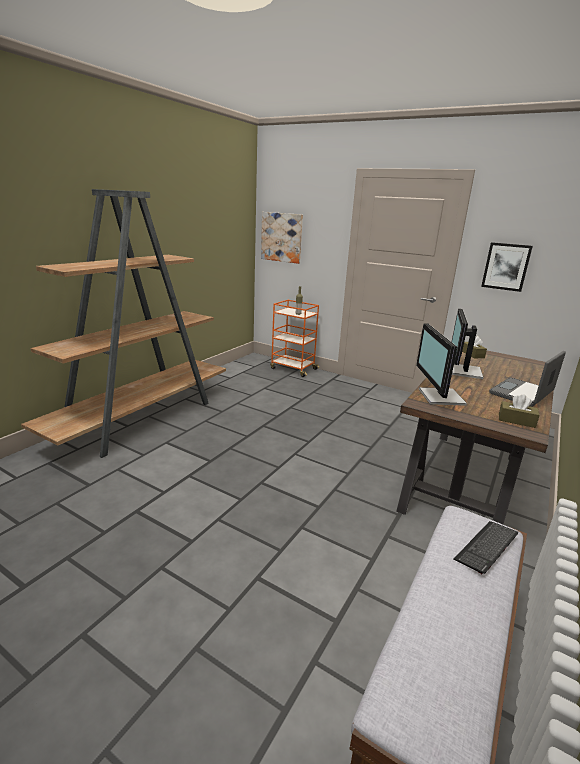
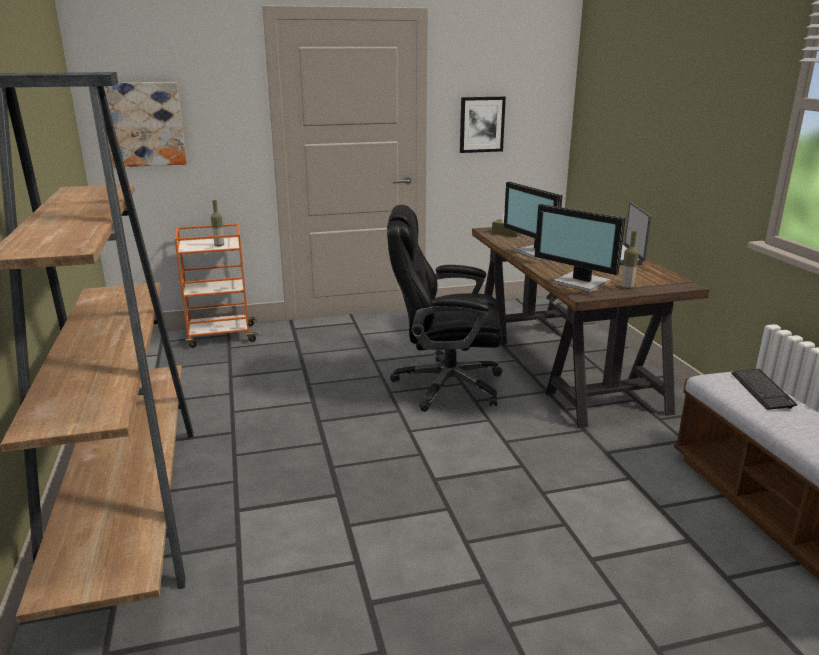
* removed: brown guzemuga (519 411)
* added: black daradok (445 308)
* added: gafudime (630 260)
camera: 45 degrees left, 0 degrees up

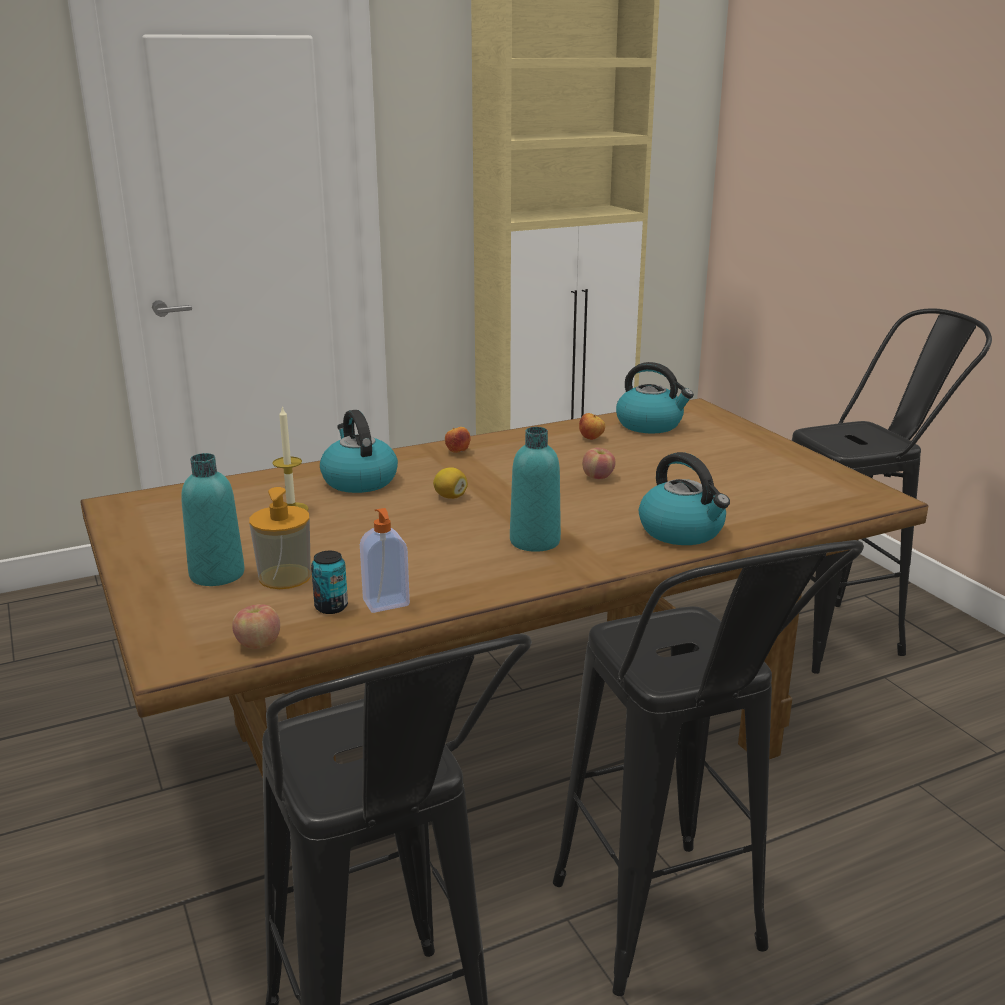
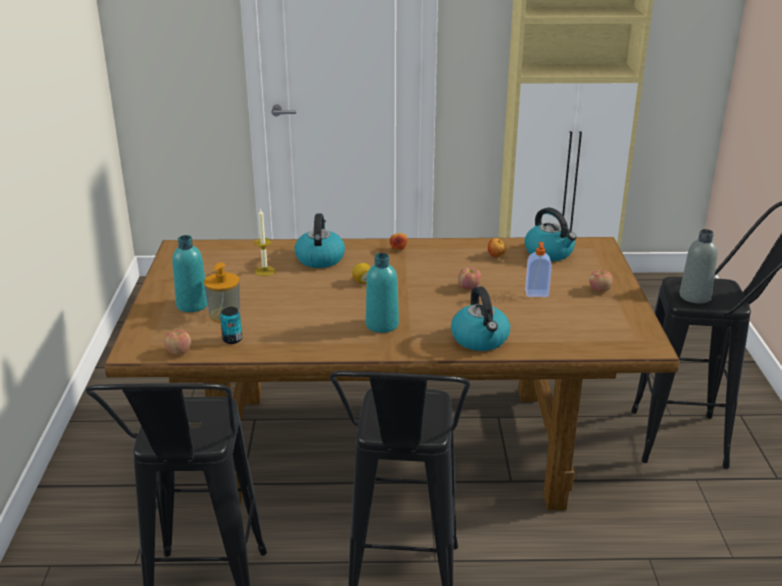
* moved: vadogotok (385 560) to (538 269)
* added: grey gafudime (699 266)
* added: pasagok (601 281)
camera: 25 degrees right, 5 degrees up

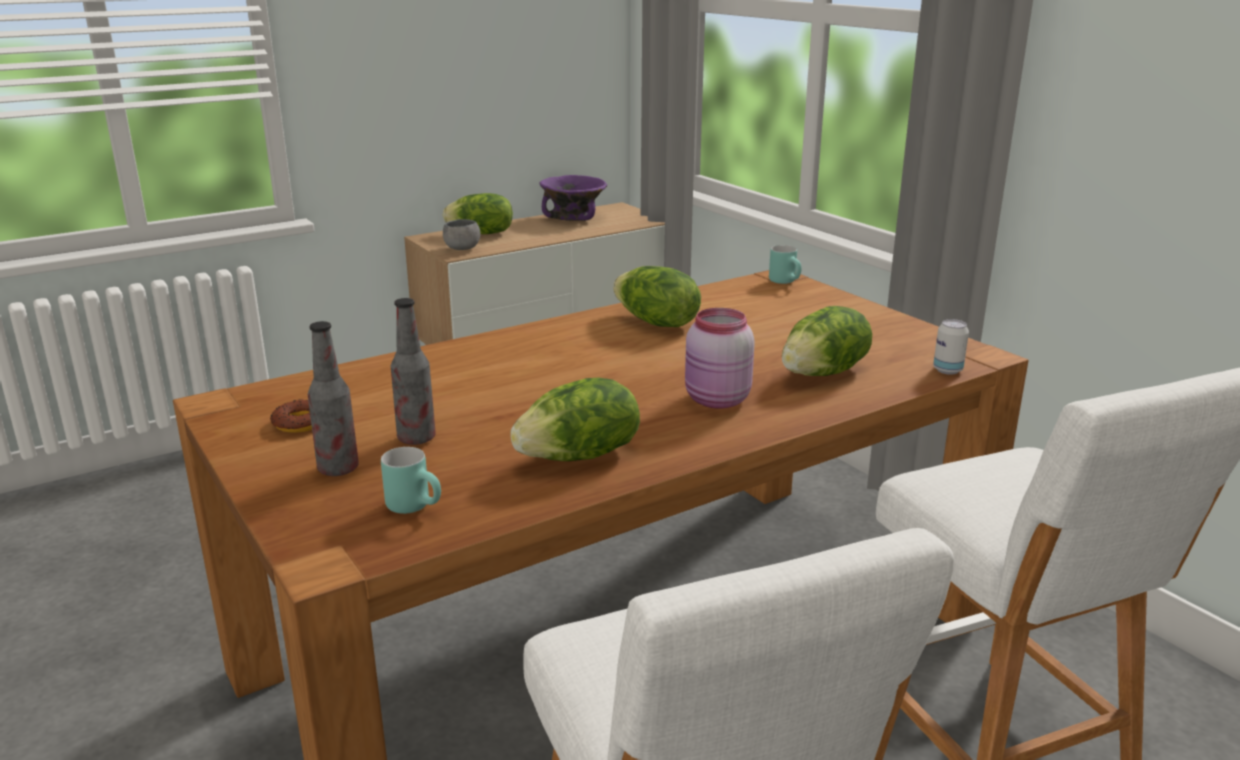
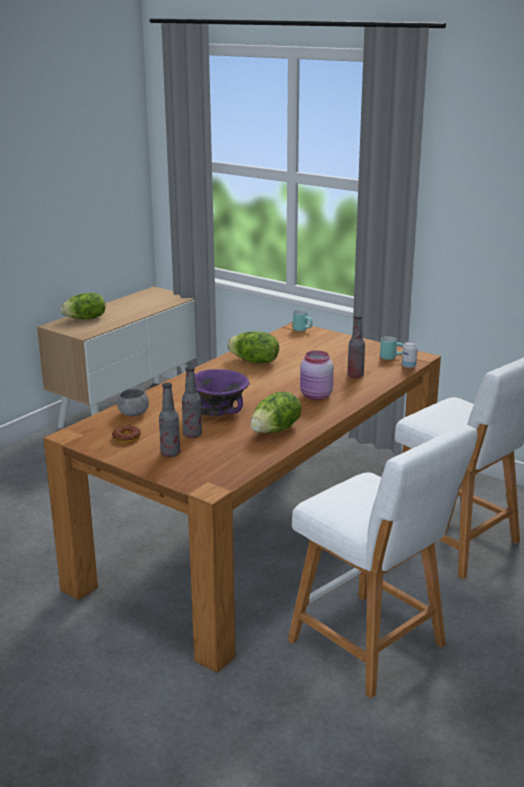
* moved: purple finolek (573 198) to (222 392)
* moved: grey finolek (461 234) to (133 402)
* replaced: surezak (827 341) to gafudime (356 346)
* moved: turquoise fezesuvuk (411 480) to (392 348)
camera: 20 degrees left, 0 degrees up

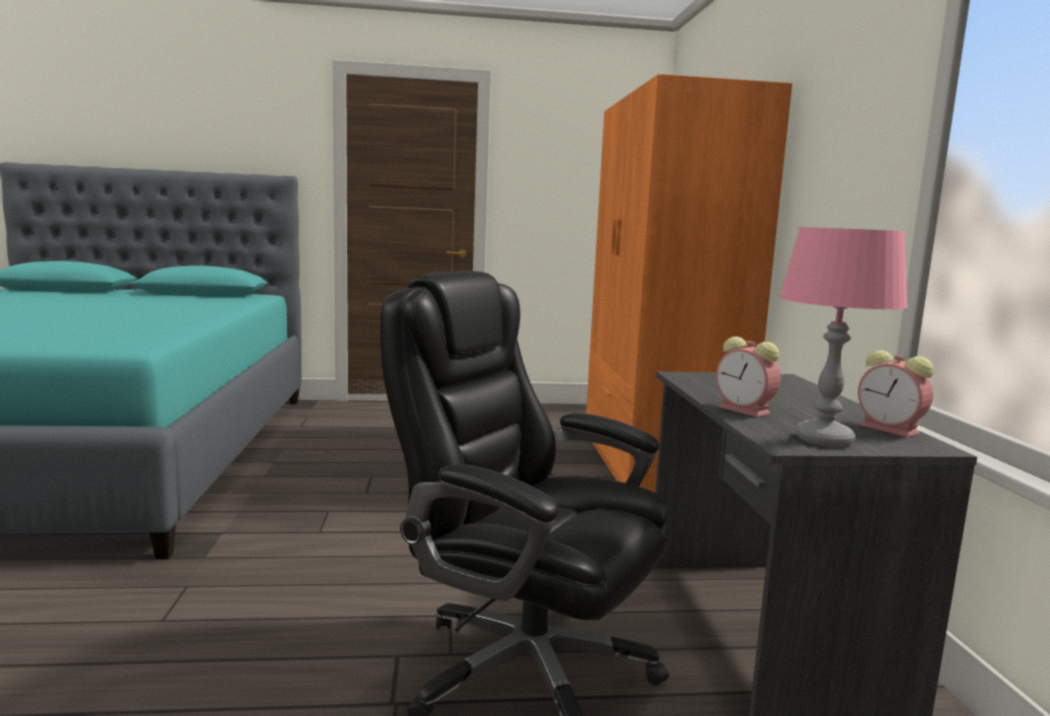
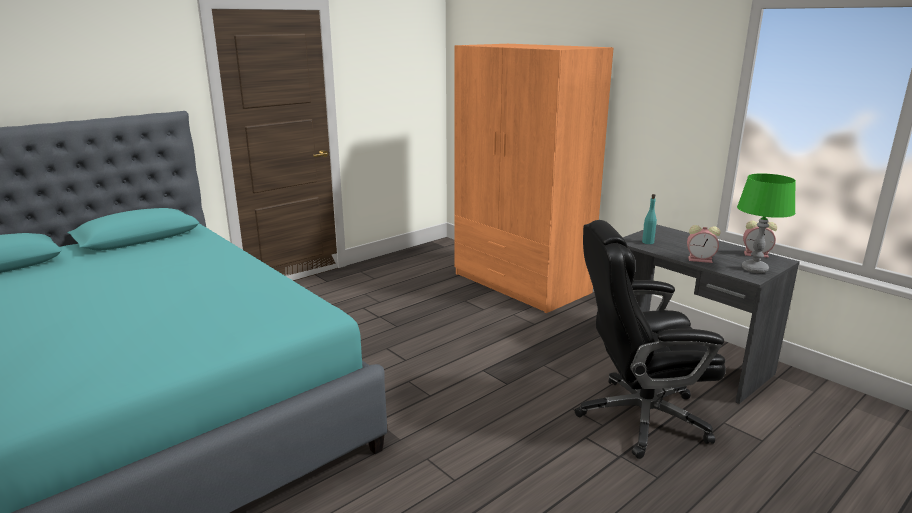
* recoloured: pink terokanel (843 337) to green terokanel (766 223)
* added: turquoise gafudime (649 219)
camera: 35 degrees left, 10 degrees up

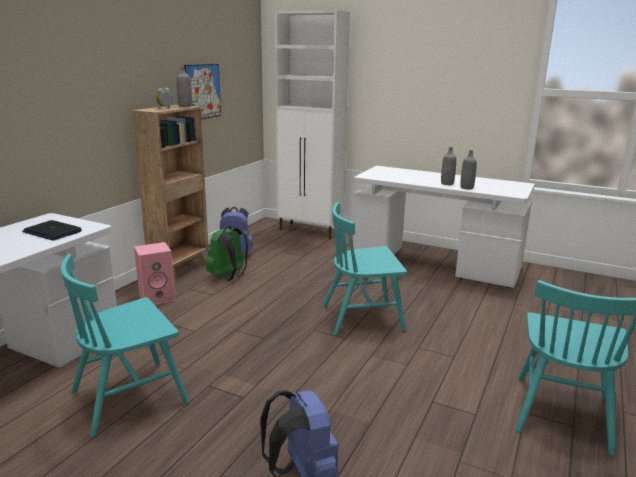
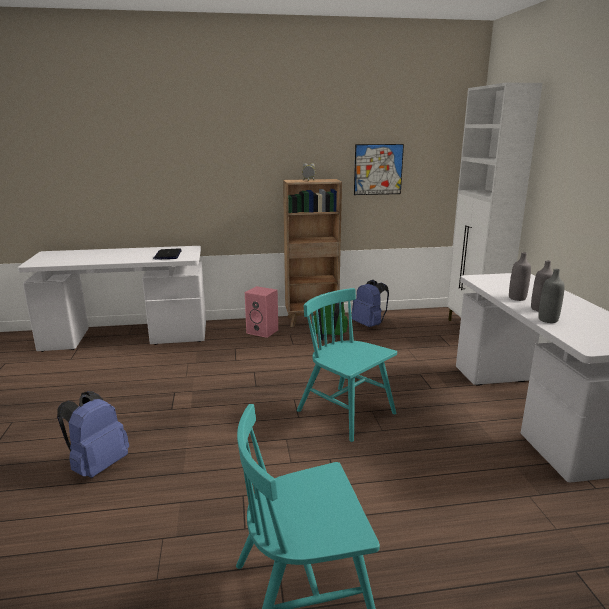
* moved: grey gafudime (184 86) to (520 276)
* removed: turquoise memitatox (125 345)
camera: 55 degrees right, 0 degrees up

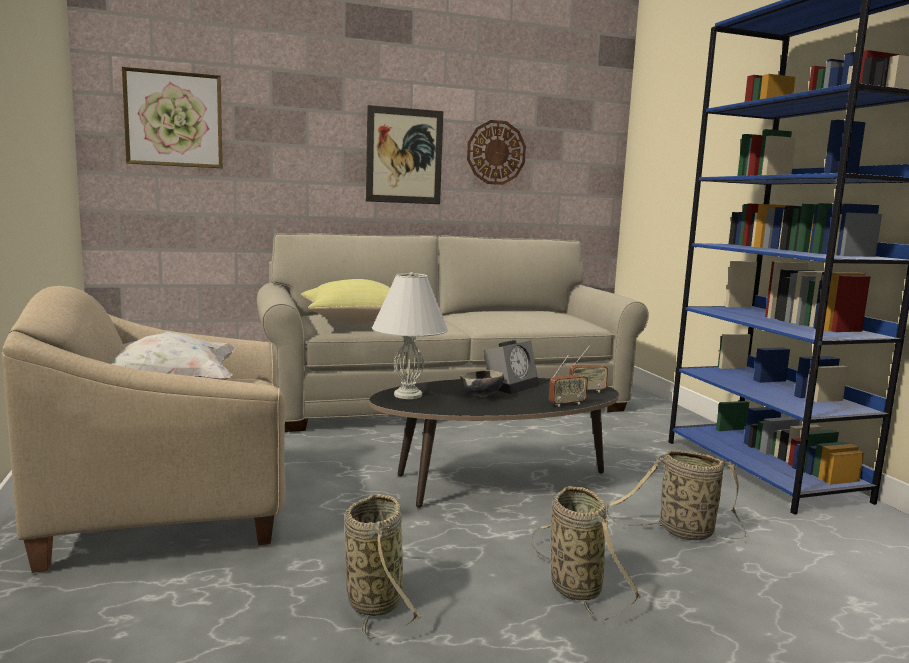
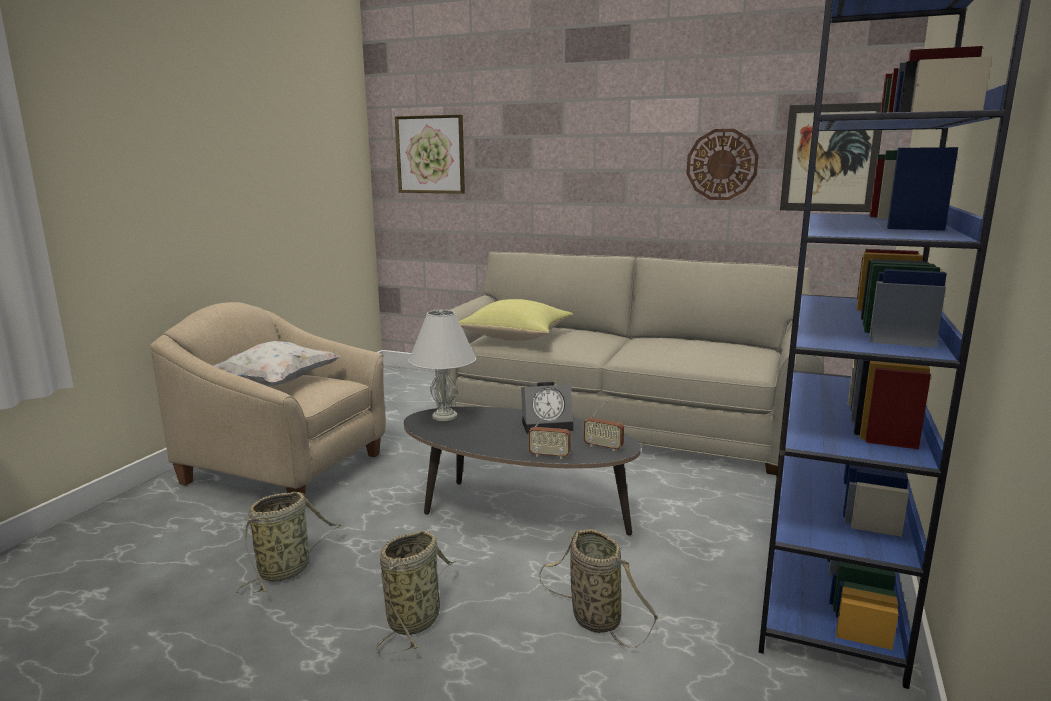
* moved: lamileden (404 154) to (831 157)
* removed: finolek (482 383)
camera: 40 degrees right, 5 degrees up

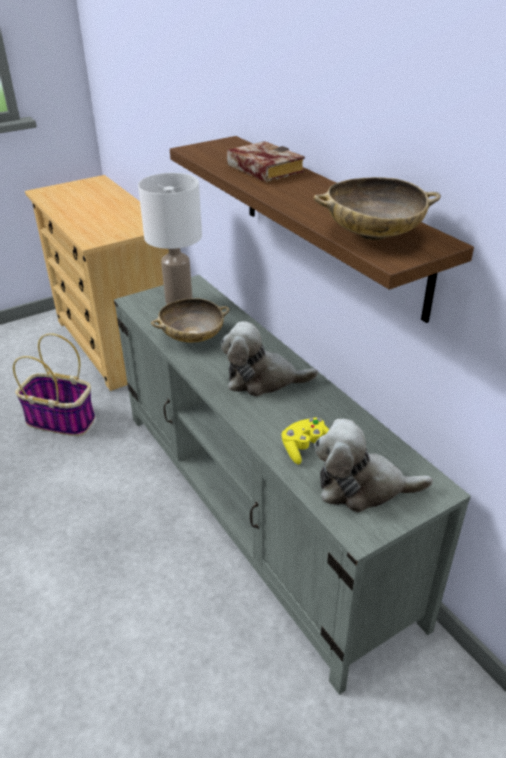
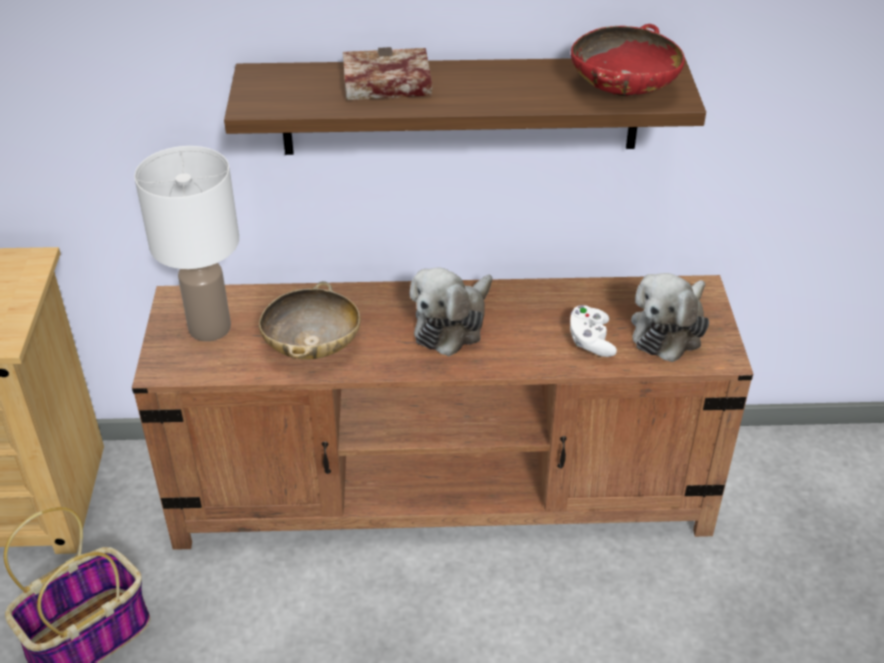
* recoloured: beige finolek (377 208) to red finolek (628 60)
* recoloured: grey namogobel (292 485) to brown namogobel (442 412)
* recoloured: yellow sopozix (305 441) to white sopozix (593 331)
camera: 60 degrees left, 5 degrees up

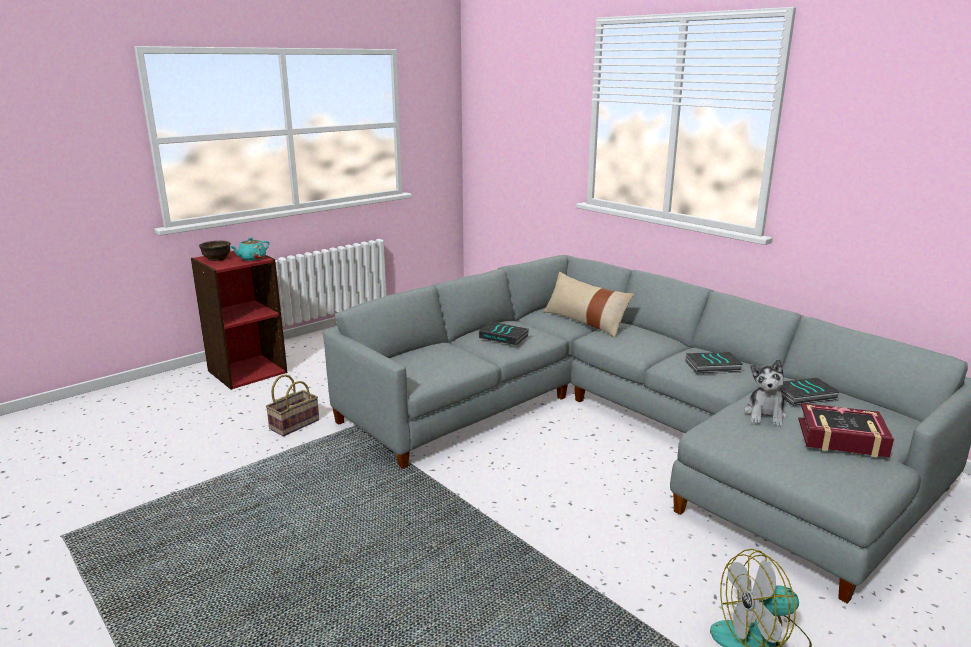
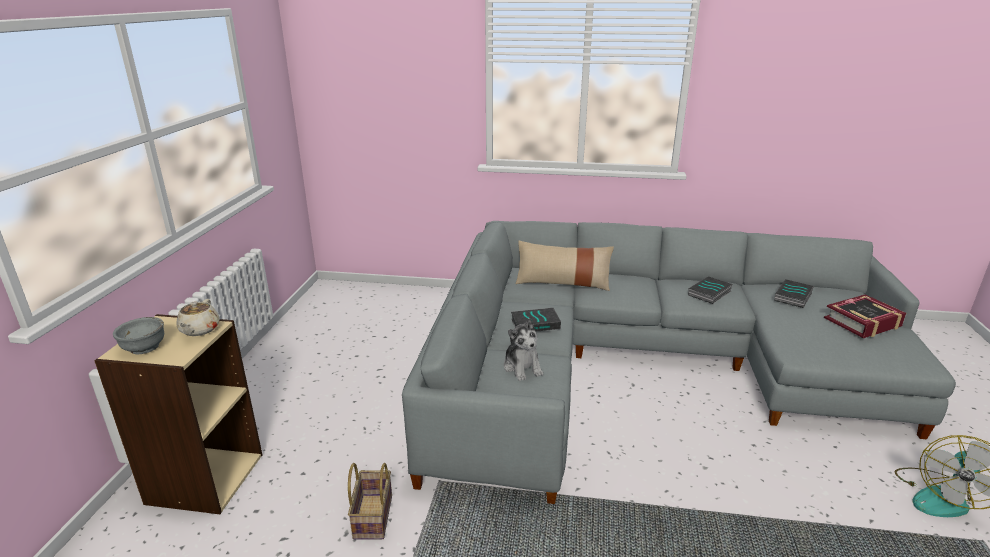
* recoloured: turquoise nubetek (249 249) to beige nubetek (198 317)
* recoloured: brown finolek (215 251) to grey finolek (138 335)
* recoloured: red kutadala (239 320) to beige kutadala (178 414)
* moved: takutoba (765 393) to (523 349)
camera: 40 degrees left, 5 degrees up

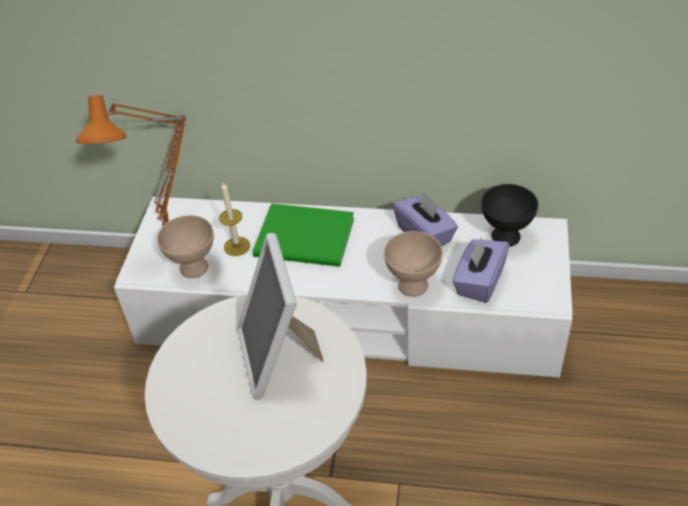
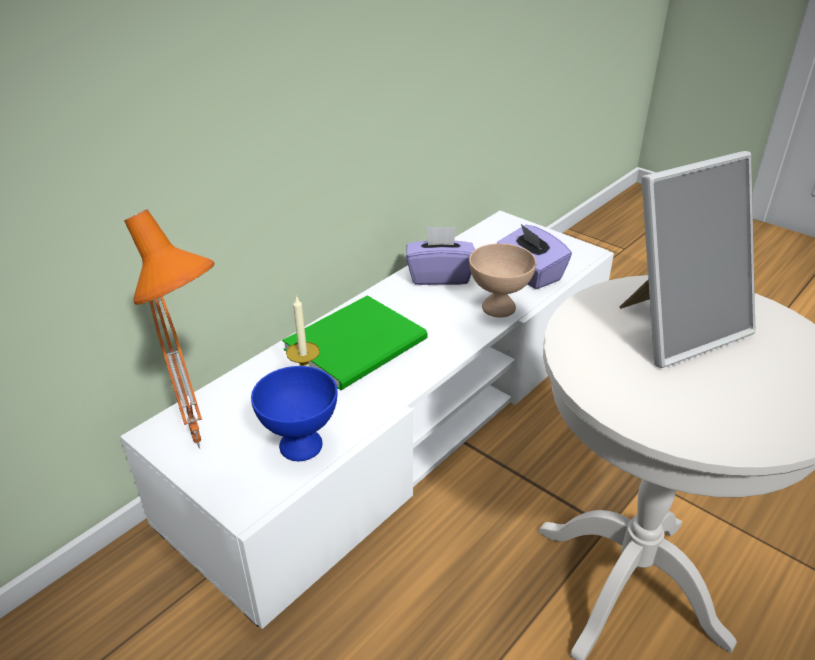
* removed: black finolek (509 215)
* recoloured: beige finolek (185 246) to blue finolek (294 413)
* turned: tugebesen (280 316) = (687 259) 45 degrees counterclockwise
camera: 60 degrees left, 10 degrees down

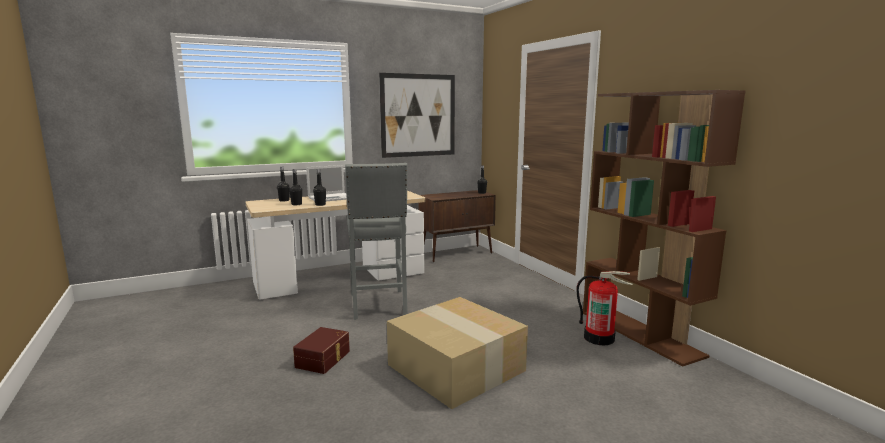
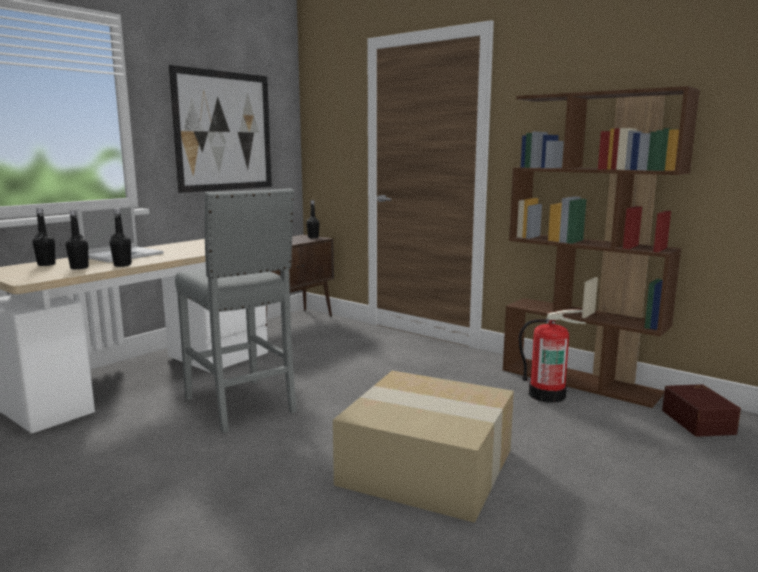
* moved: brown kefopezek (321 350) to (701 410)
camera: 25 degrees left, 0 degrees up

